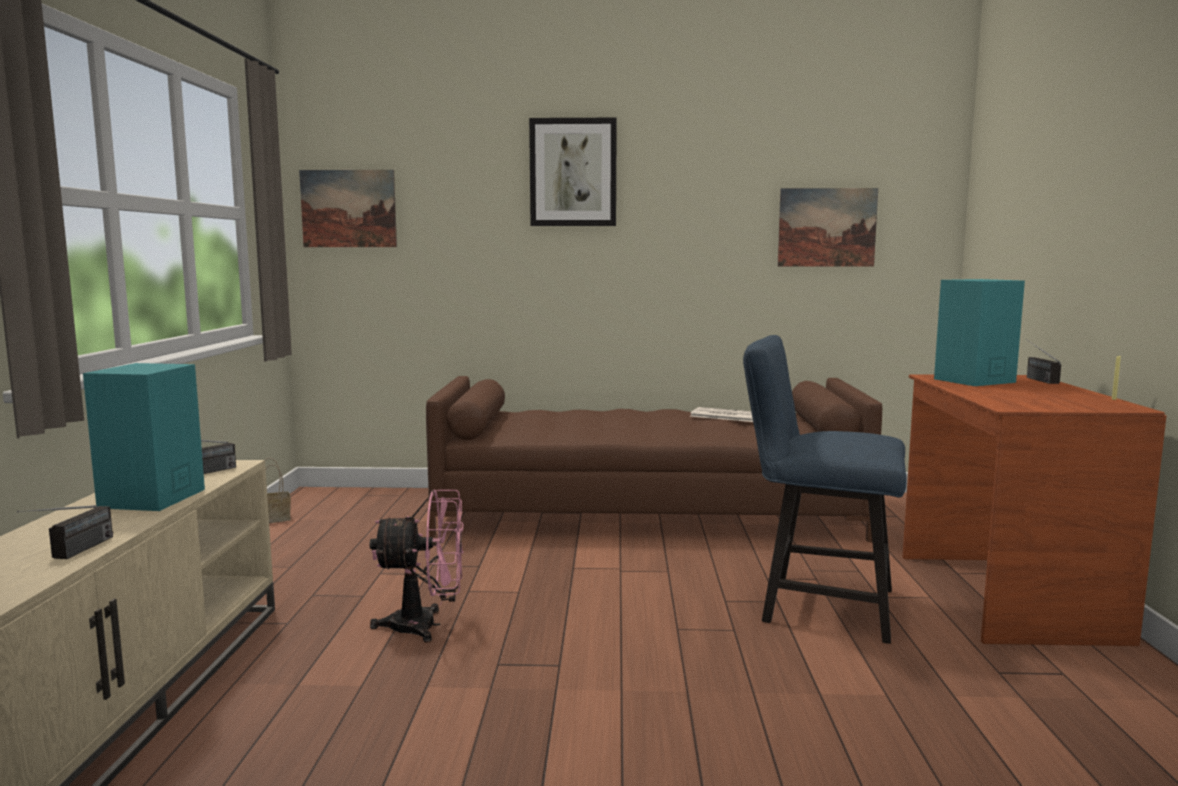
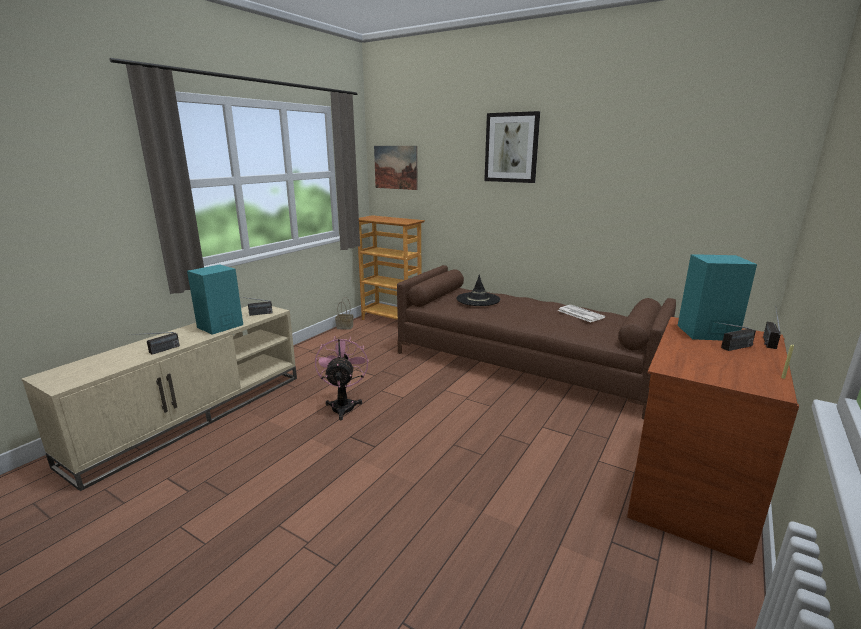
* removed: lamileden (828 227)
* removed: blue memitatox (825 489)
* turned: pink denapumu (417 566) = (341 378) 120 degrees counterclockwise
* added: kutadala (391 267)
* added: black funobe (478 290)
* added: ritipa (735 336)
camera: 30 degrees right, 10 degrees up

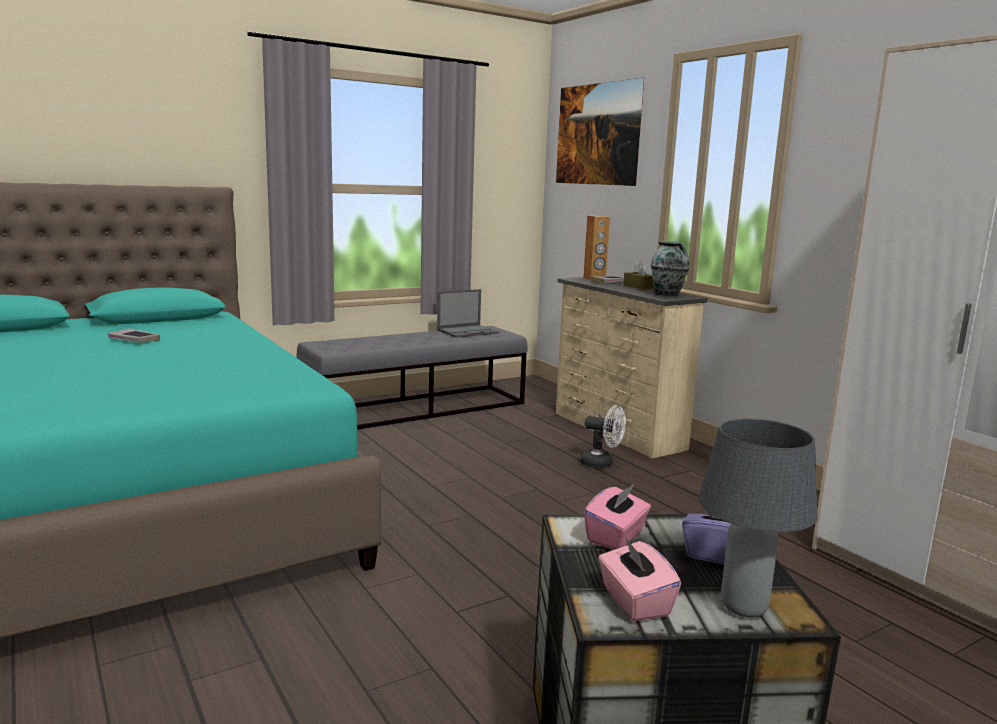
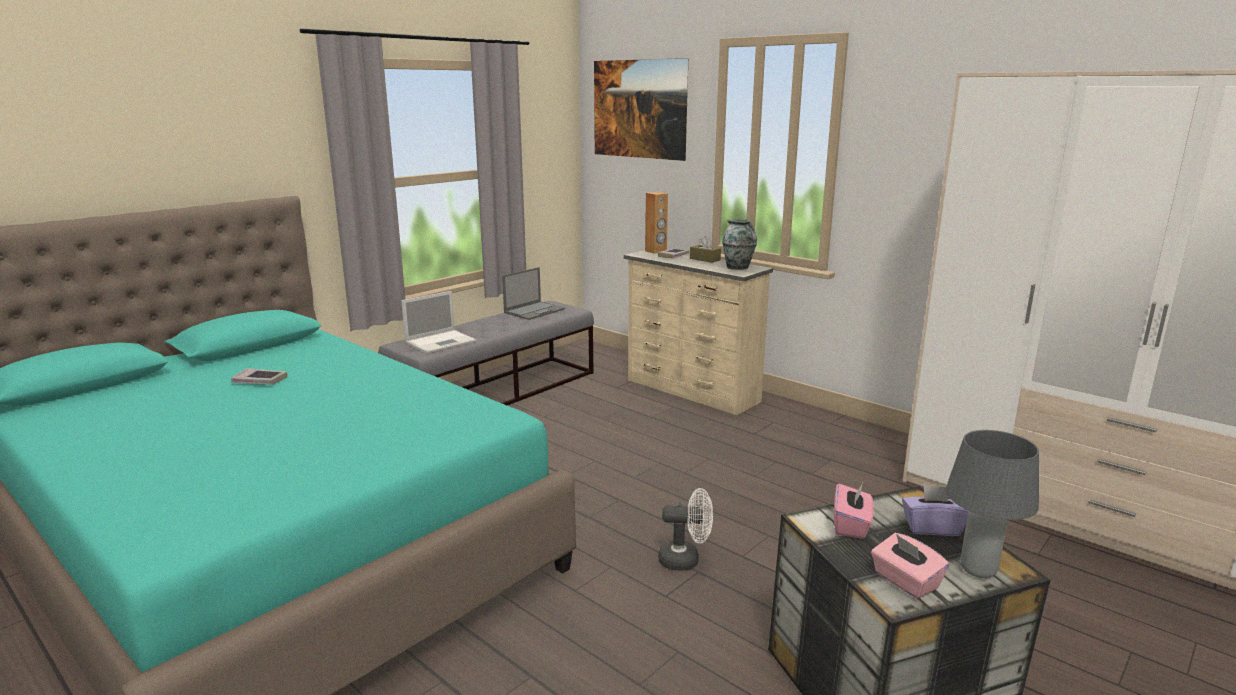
* moved: white denapumu (603 436) to (686 529)
* added: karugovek (438 322)
camera: 15 degrees left, 5 degrees up

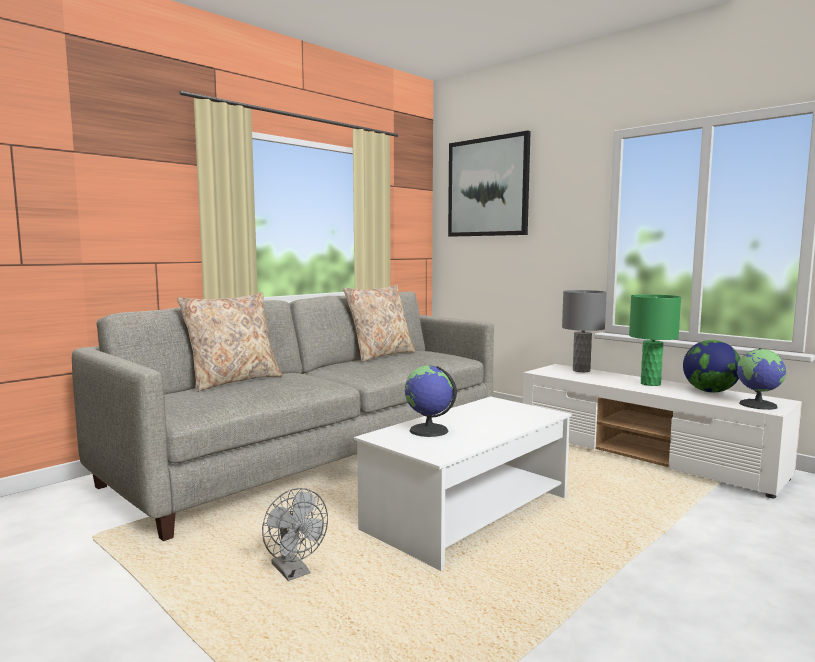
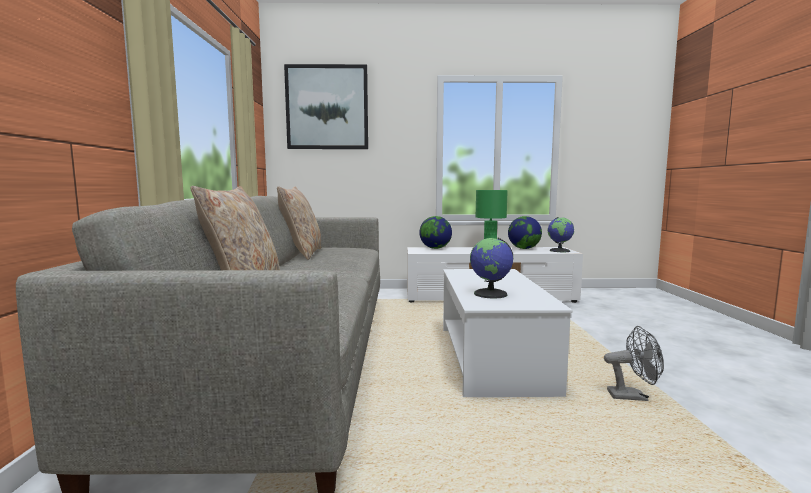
* replaced: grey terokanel (584 331) to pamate (435 232)
* moved: grey denapumu (295 534) to (634 363)
camera: 45 degrees left, 0 degrees up

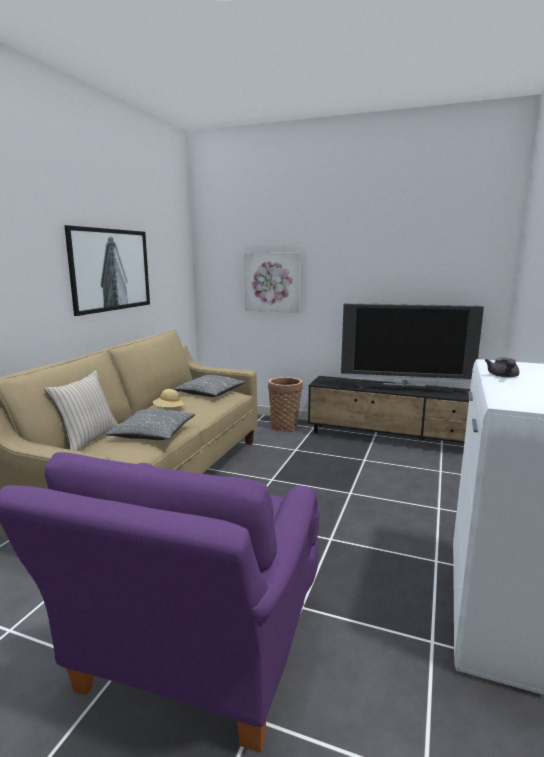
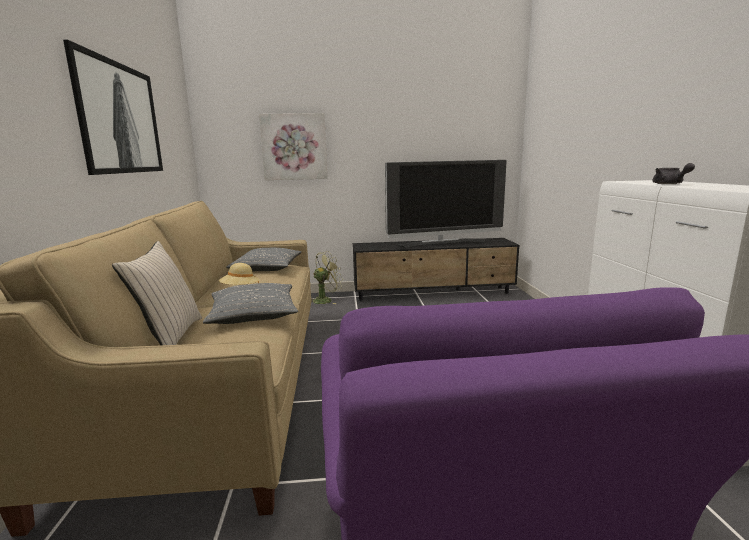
* replaced: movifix (285 404) to green denapumu (327 277)
camera: 25 degrees left, 0 degrees up

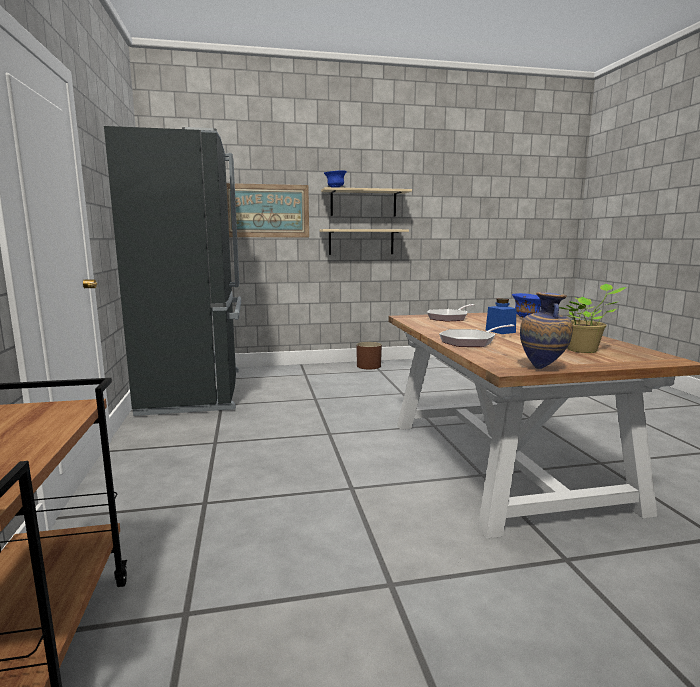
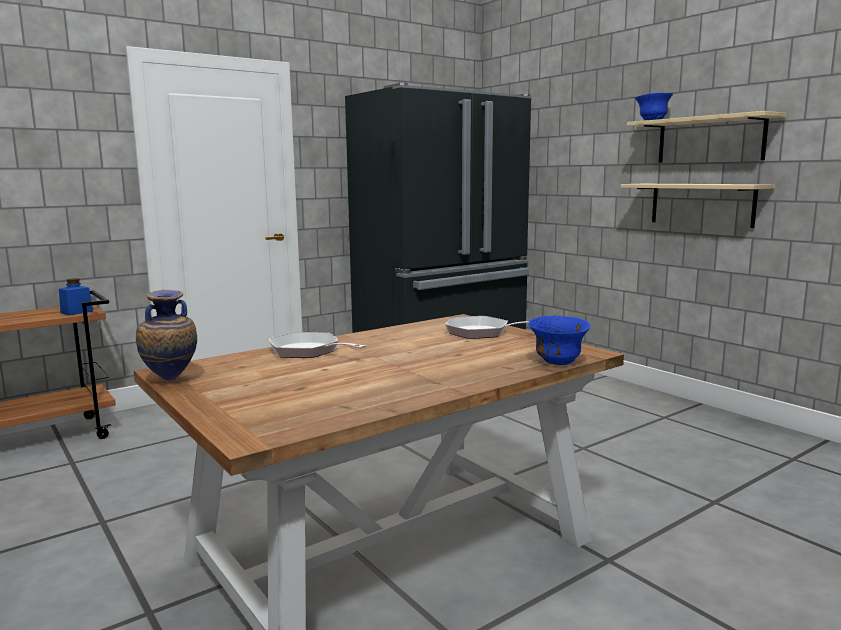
* removed: lamileden (267 210)
* removed: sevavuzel (592 318)
* moved: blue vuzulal (501 316) to (76 297)
* removed: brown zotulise (369 355)
camera: 65 degrees right, 0 degrees up

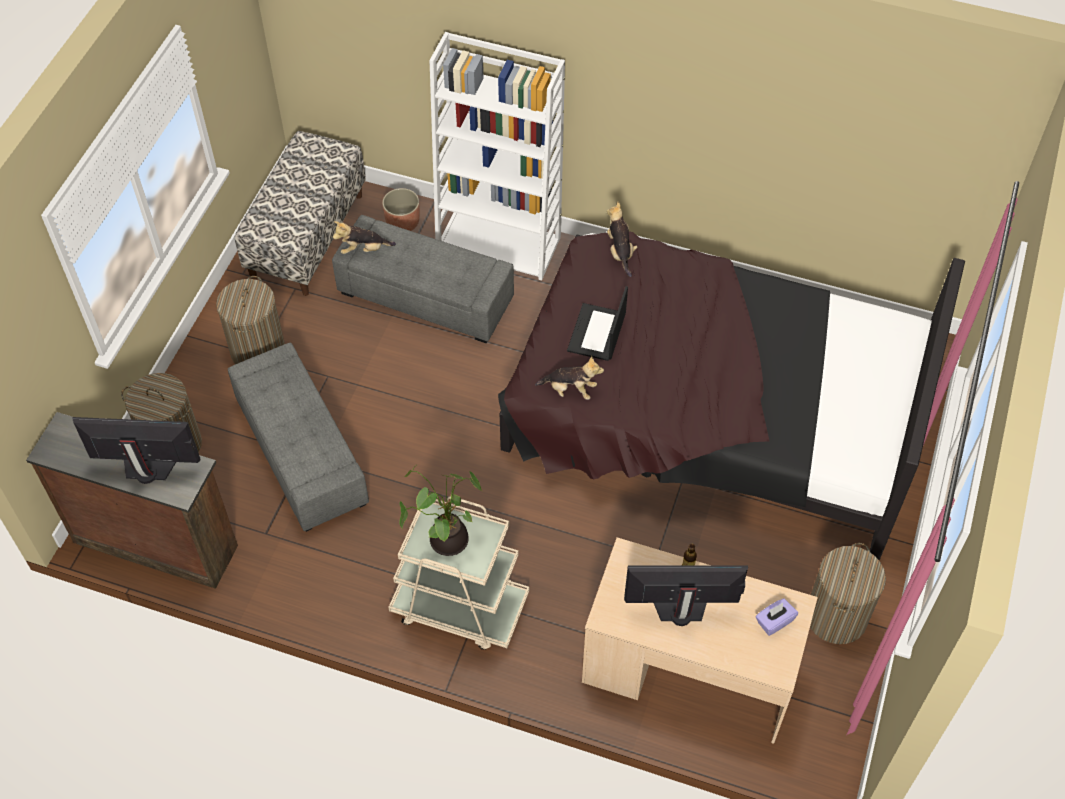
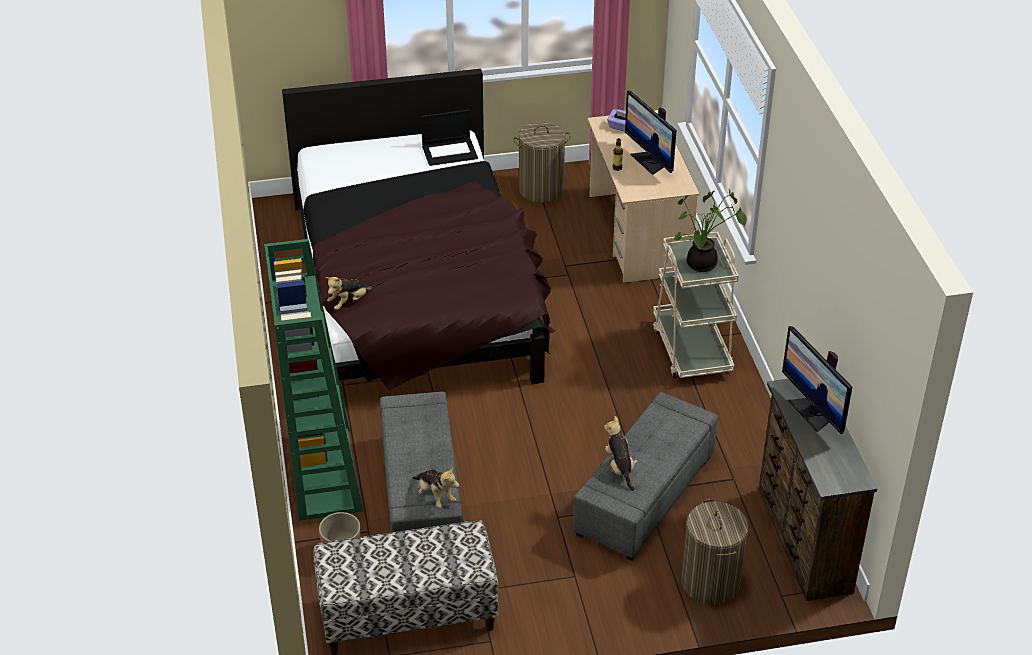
* recoloured: white kutadala (497 156) to green kutadala (313 380)
* removed: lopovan (250 320)
* moved: karugovek (597 323) to (449 137)
* moved: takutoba (569 378) to (620 453)
camera: 120 degrees left, 15 degrees down

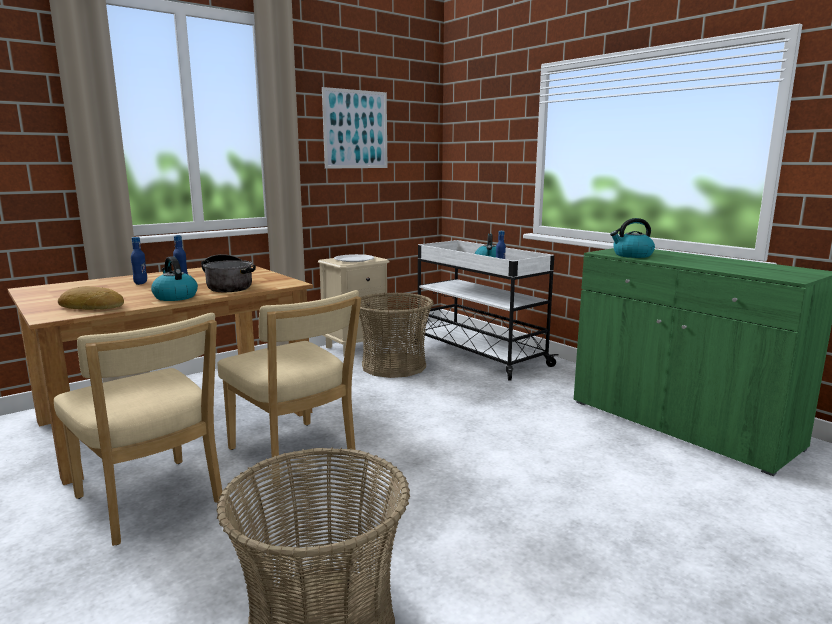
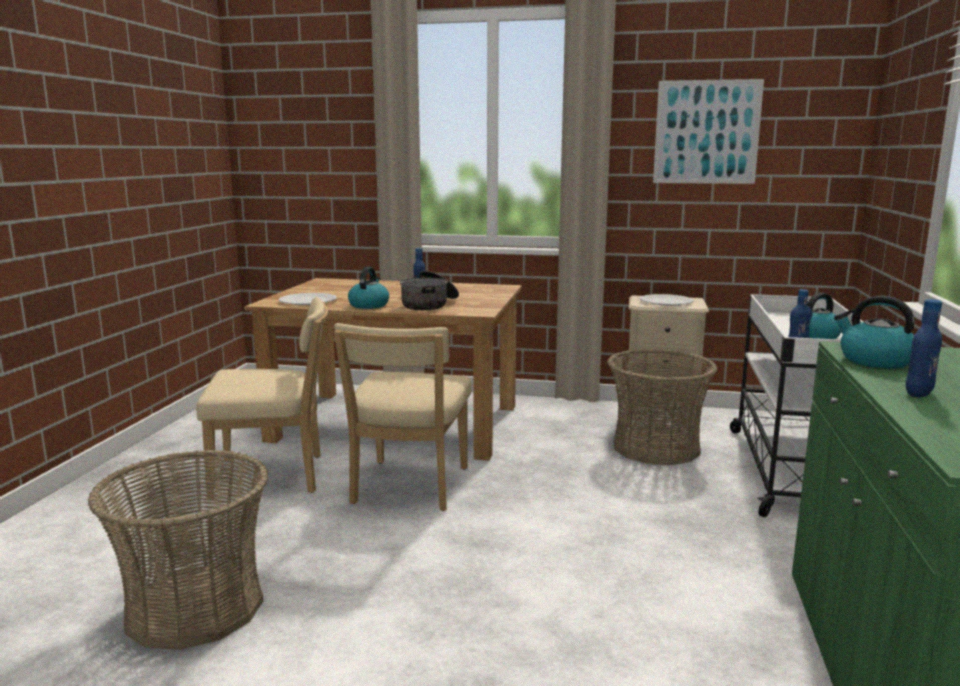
* moved: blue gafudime (139 261) to (923 348)
* replaced: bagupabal (91 298) to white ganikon (308 299)
* turned: beige memitatox (138 429) = (262 399) 105 degrees counterclockwise
camera: 50 degrees right, 0 degrees up

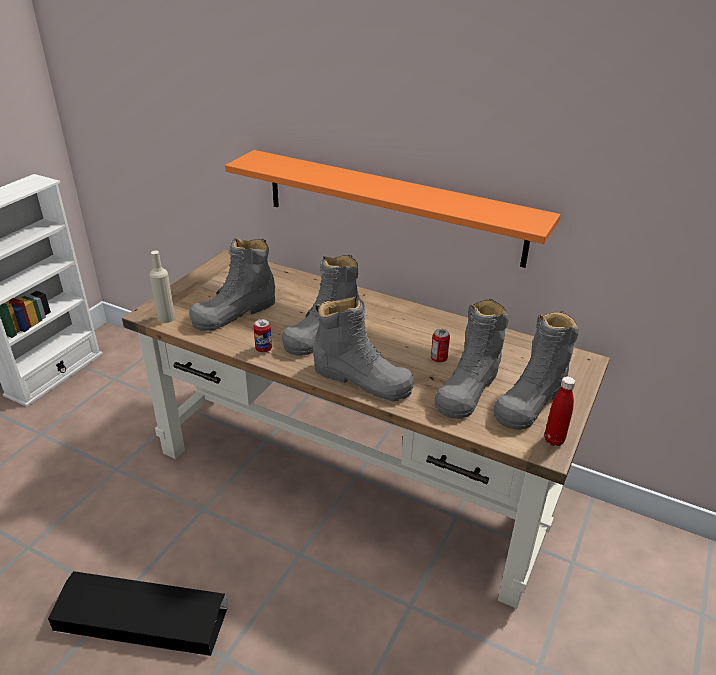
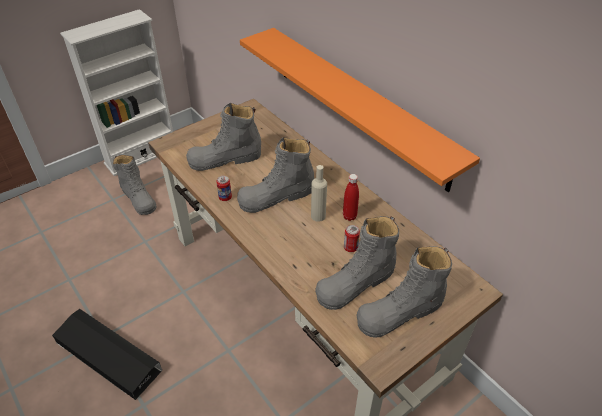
* moved: beige gafudime (162 287) to (319 193)
* moved: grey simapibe (363 349) to (134 185)
* moved: red gafudime (560 411) to (351 197)
camera: 25 degrees right, 10 degrees up

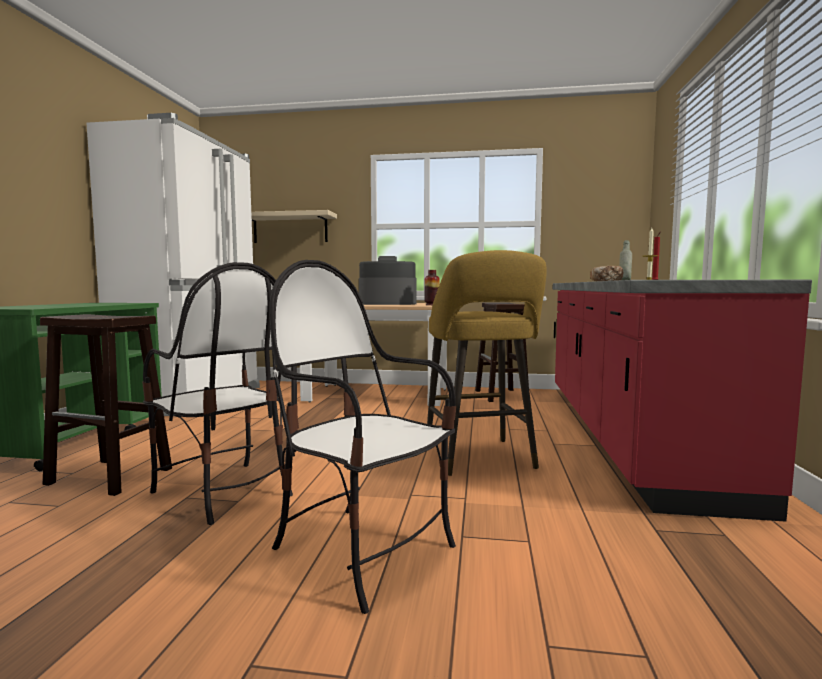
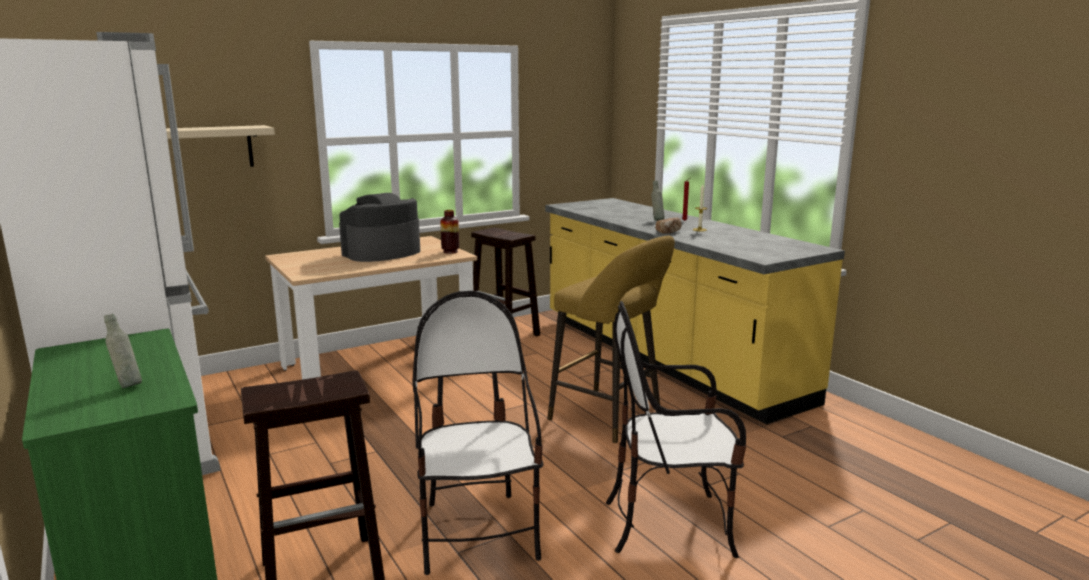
* turned: memitatox (217 393) = (477 433) 105 degrees counterclockwise
* recoloured: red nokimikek (682 401) to yellow nokimikek (695 311)
* added: grey gafudime (123 351)
camera: 40 degrees left, 10 degrees up

